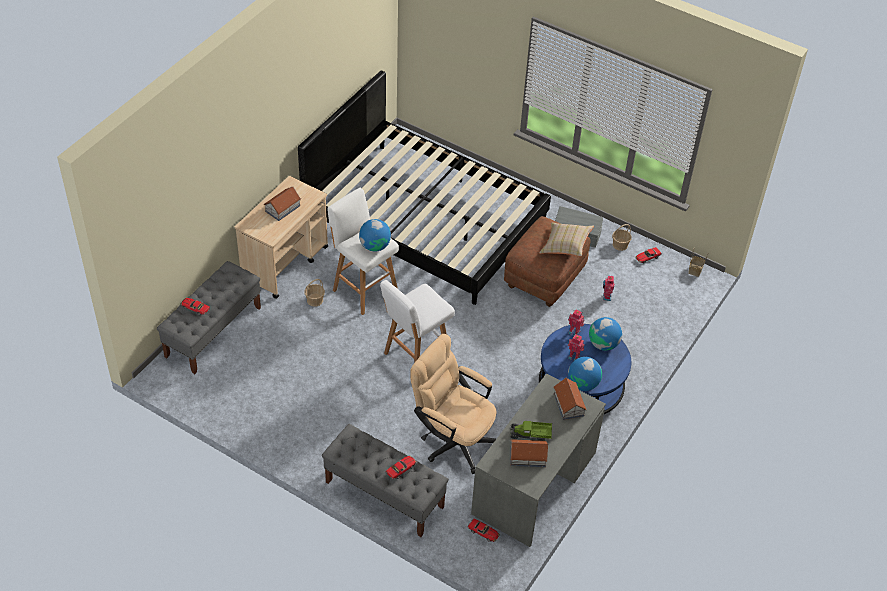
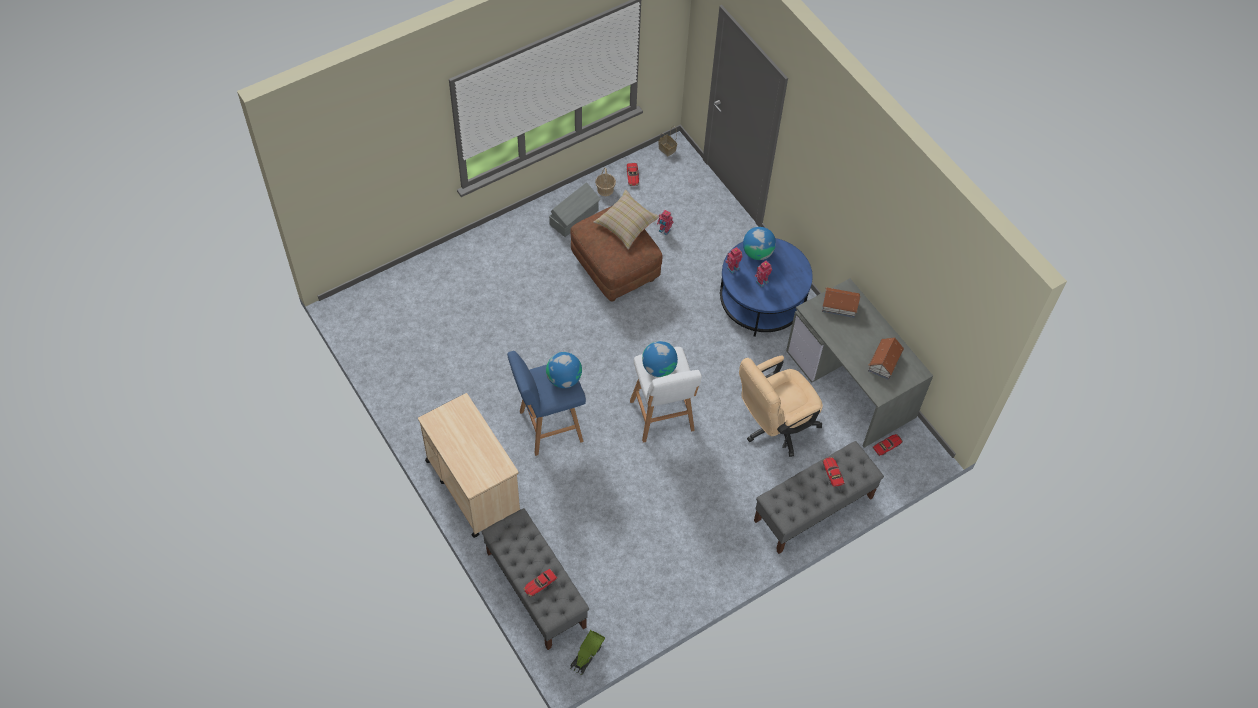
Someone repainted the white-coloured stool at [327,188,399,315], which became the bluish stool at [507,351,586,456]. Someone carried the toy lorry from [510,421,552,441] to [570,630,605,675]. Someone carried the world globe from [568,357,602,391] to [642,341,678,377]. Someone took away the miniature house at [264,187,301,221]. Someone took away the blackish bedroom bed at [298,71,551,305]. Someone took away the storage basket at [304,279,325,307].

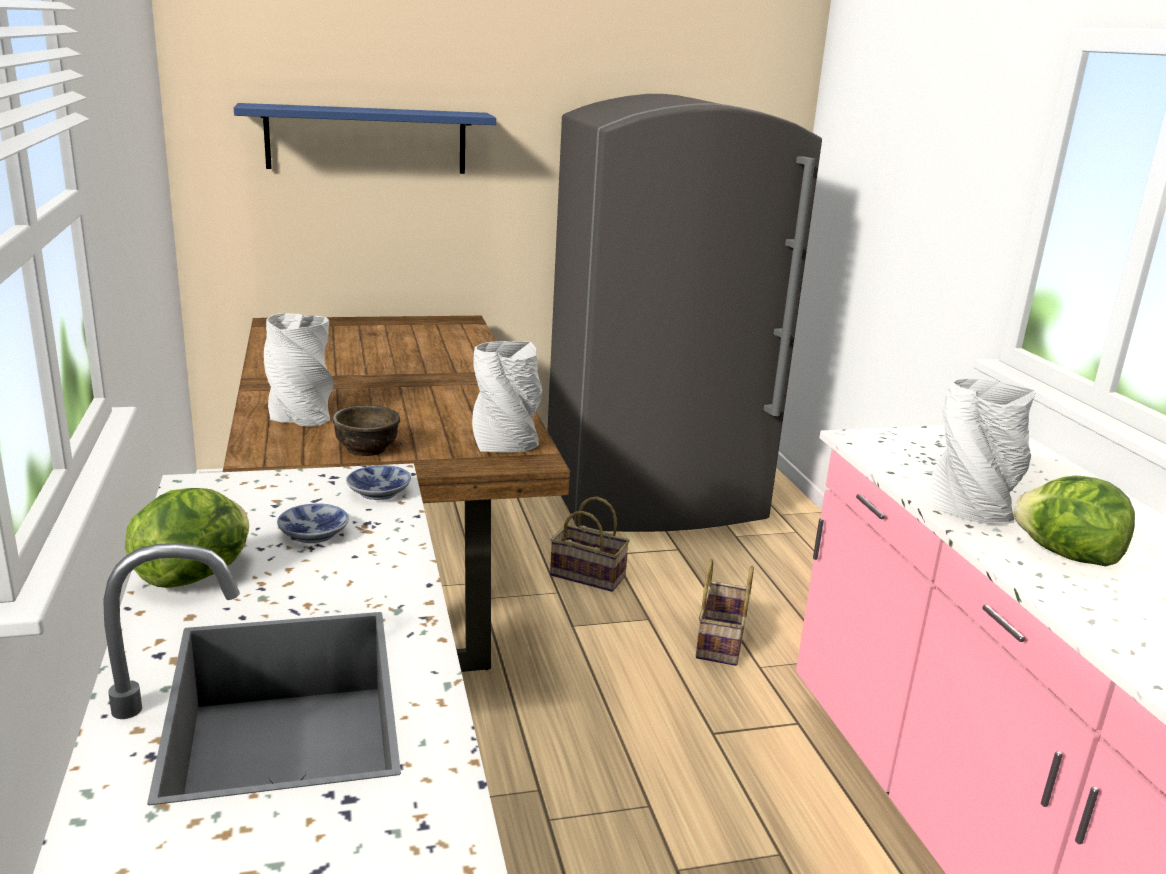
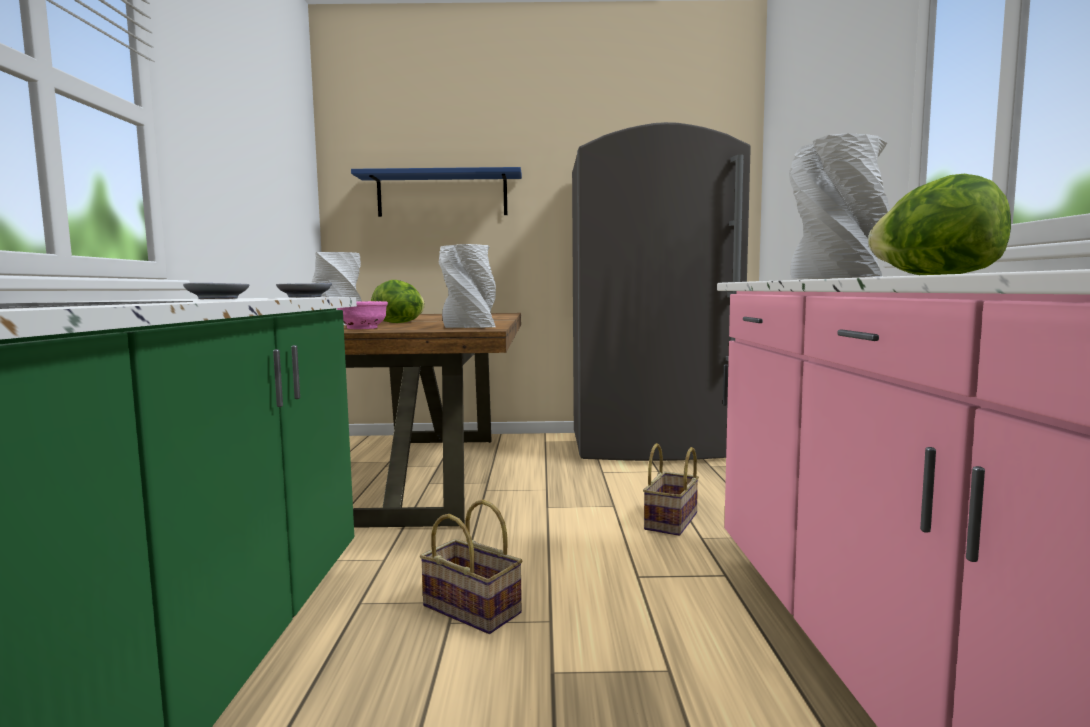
Someone repainted the brown bowl at [332,405,400,456], which became the pinkish bowl at [337,301,388,329]. Someone carried the lettuce head from [125,488,249,588] to [371,280,425,323]. Someone carried the storage basket from [550,497,630,592] to [420,500,523,634].

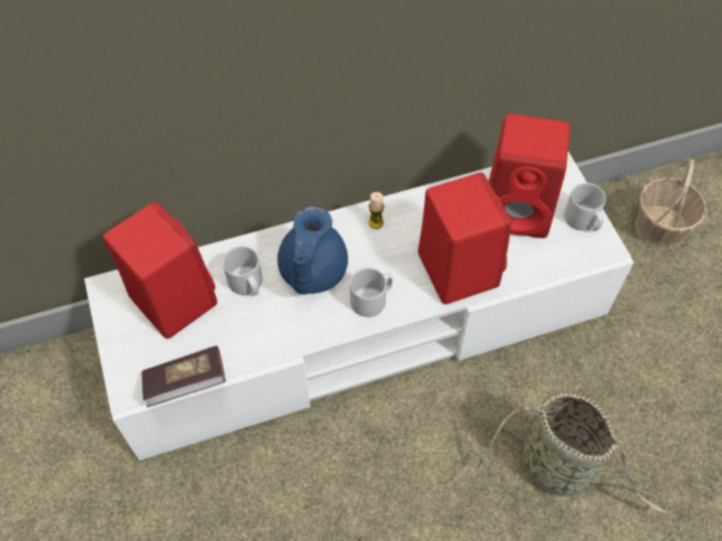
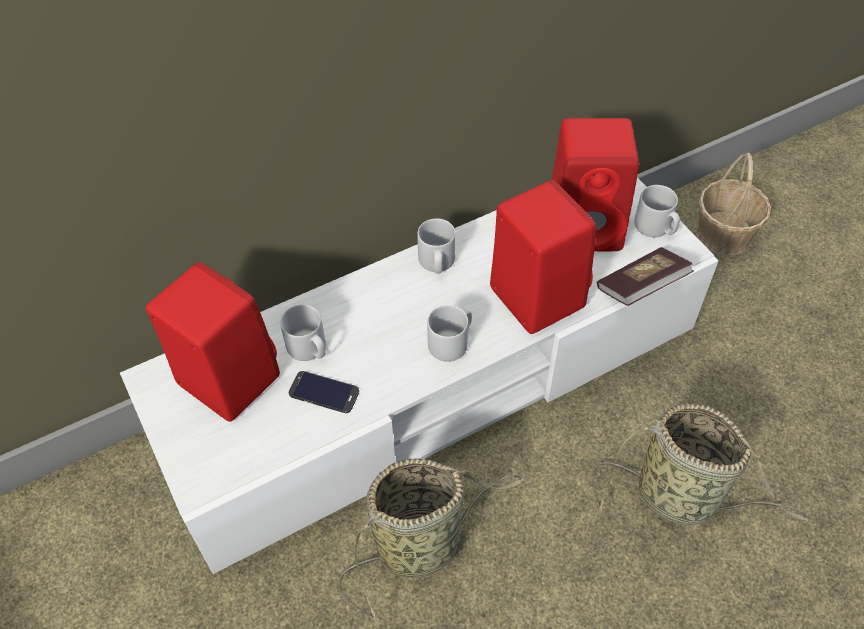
Someone put down the phone at [289,371,359,413]. Someone put down the storage basket at [338,458,526,623]. Someone swapped the wax candle at [369,192,384,229] for the grey coffee mug at [417,218,456,274]. Someone carried the bound book from [142,346,226,407] to [597,247,694,306]. Someone took away the bluish pot for tea at [278,206,348,295].

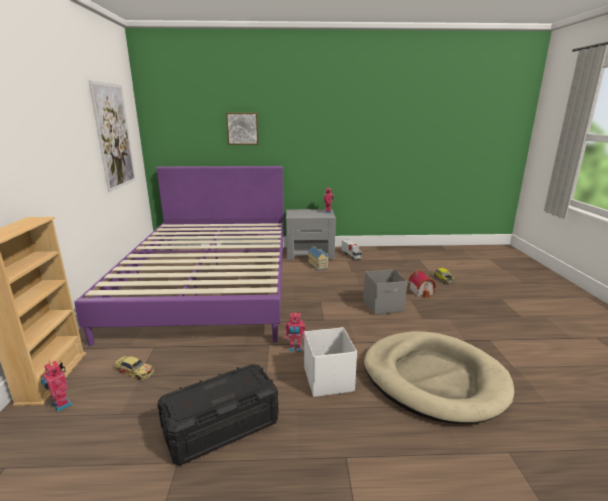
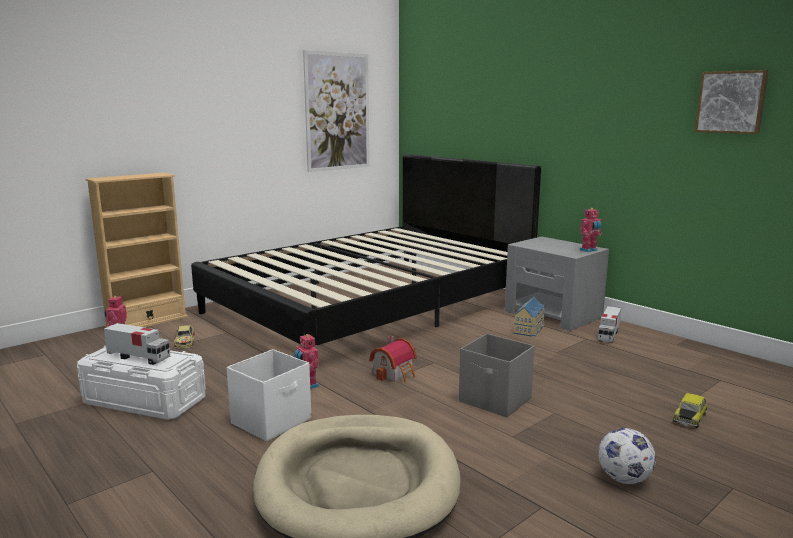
Someone repainted the blackish storage box at [157,364,279,466], which became the white-coloured storage box at [77,346,206,420]. Someone put down the toy lorry at [104,323,170,365]. Someone repainted the purple-coloured bedroom bed at [74,166,284,346], which became the blackish bedroom bed at [191,154,541,346]. Someone carried the miniature house from [409,271,436,298] to [369,336,417,382]. Someone put down the football at [598,428,656,484]. Someone carried the wall picture from [226,113,259,145] to [695,70,769,134].

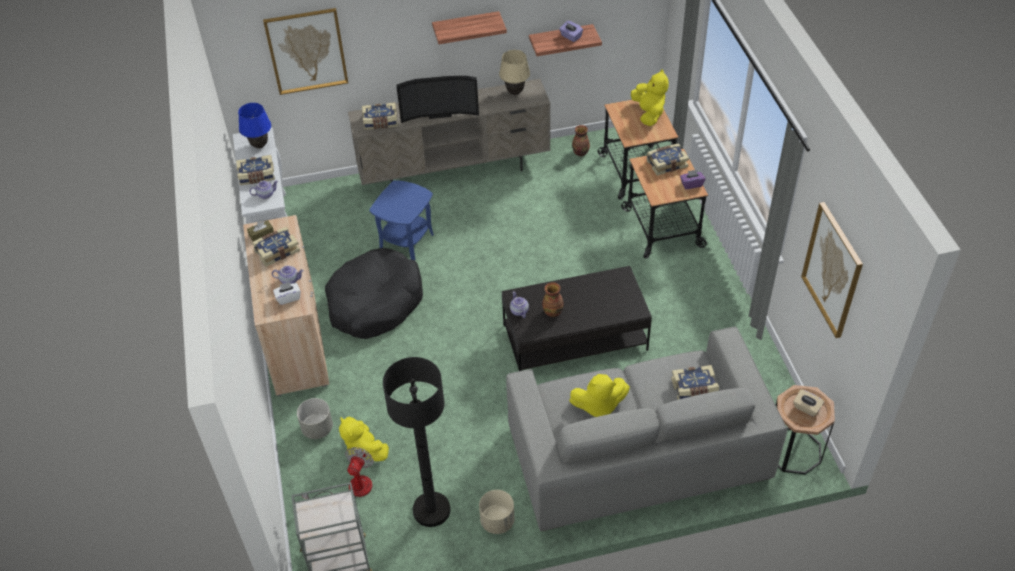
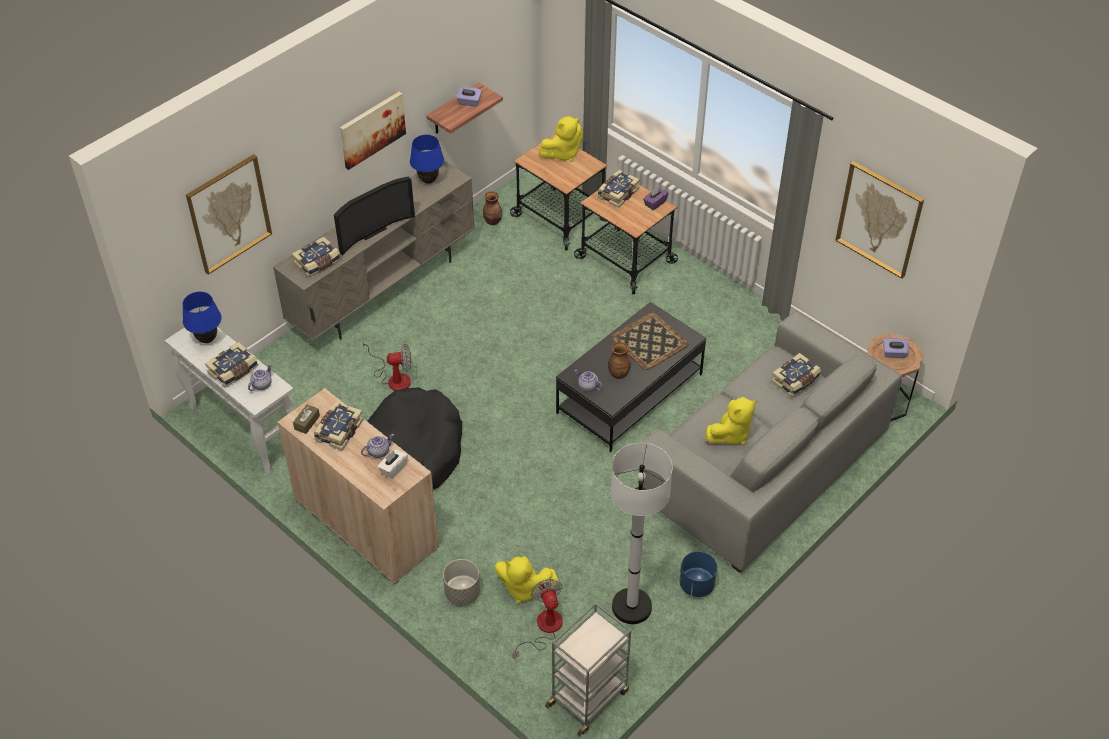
Someone swapped the wall shelf at [432,11,507,44] for the wall picture at [340,92,406,170]. Someone swapped the bluish end table at [369,180,434,260] for the fan at [363,344,411,391]. Someone repainted the sand-coloured tabletop lamp at [499,50,530,95], which became the bluish tabletop lamp at [410,135,444,184]. Someone rotated the yellowish cuddly toy at [631,69,669,126] by 105 degrees clockwise. Someone repainted the blackish standard lamp at [383,357,451,527], which became the white-coloured standard lamp at [610,443,673,624]. Someone put down the serving tray at [611,313,689,370]. Someone repainted the sand-coloured flower pot at [479,490,515,534], which became the bluish flower pot at [680,551,717,597]. Someone repainted the sand-coloured tissue holder at [793,389,824,417], which became the purple-coloured tissue holder at [883,338,909,358].

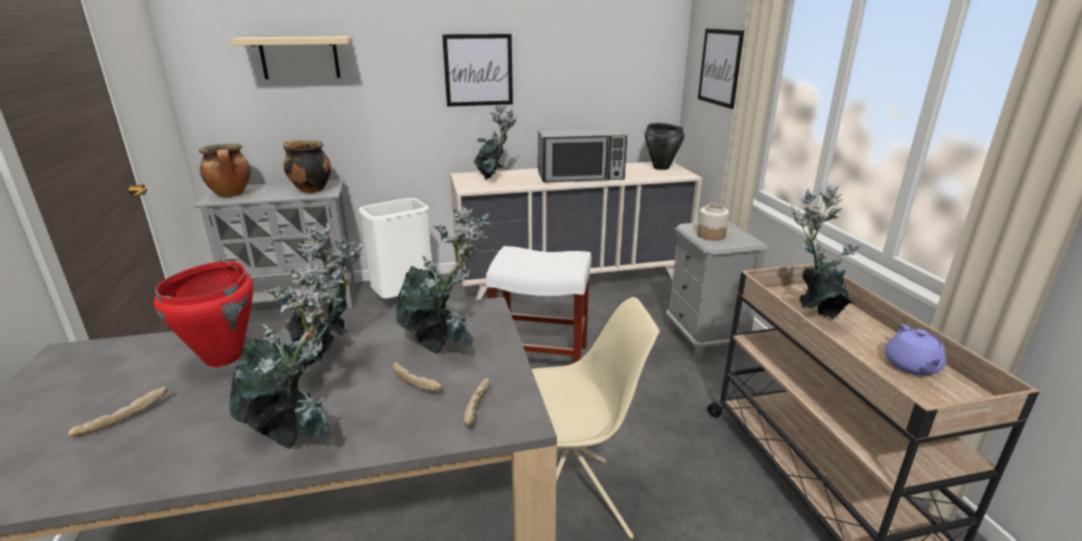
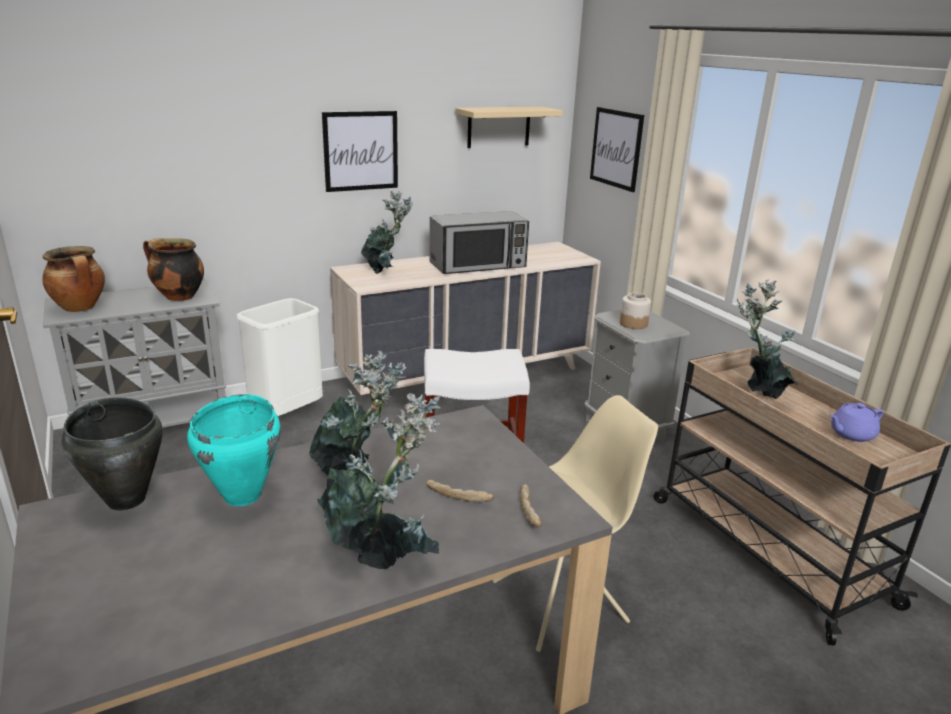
Someone carried the blackish stockpot from [645,123,685,170] to [62,397,163,510]. Someone repainted the red-coloured stockpot at [154,261,253,367], which became the turquoise-coloured stockpot at [187,394,280,506]. Someone carried the sand-coloured wall shelf from [230,36,351,79] to [455,106,563,148]. Someone rotated the purple-coloured pot for tea at [885,324,946,376] by 75 degrees clockwise. Someone took away the bread at [68,387,167,437]. Someone took away the plant in a pot at [396,207,490,354].

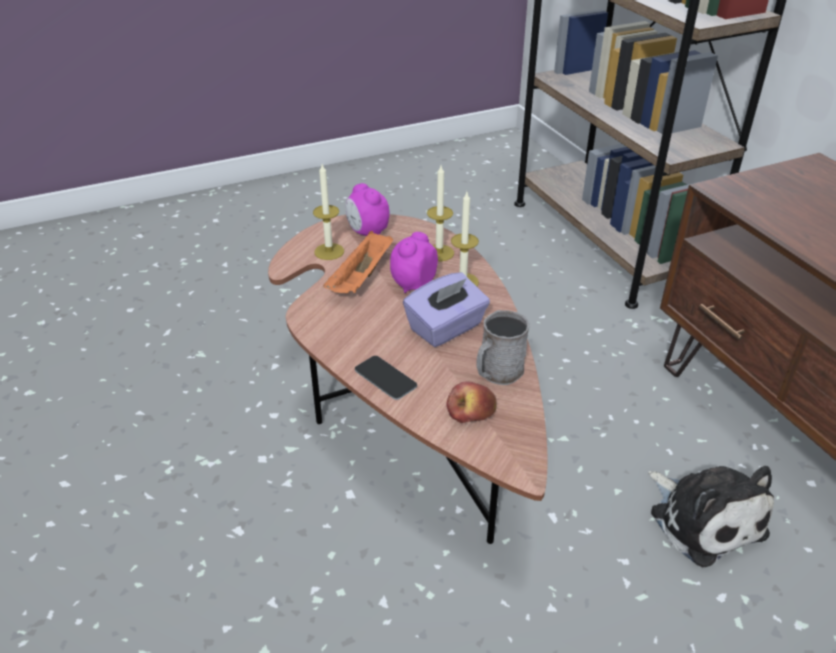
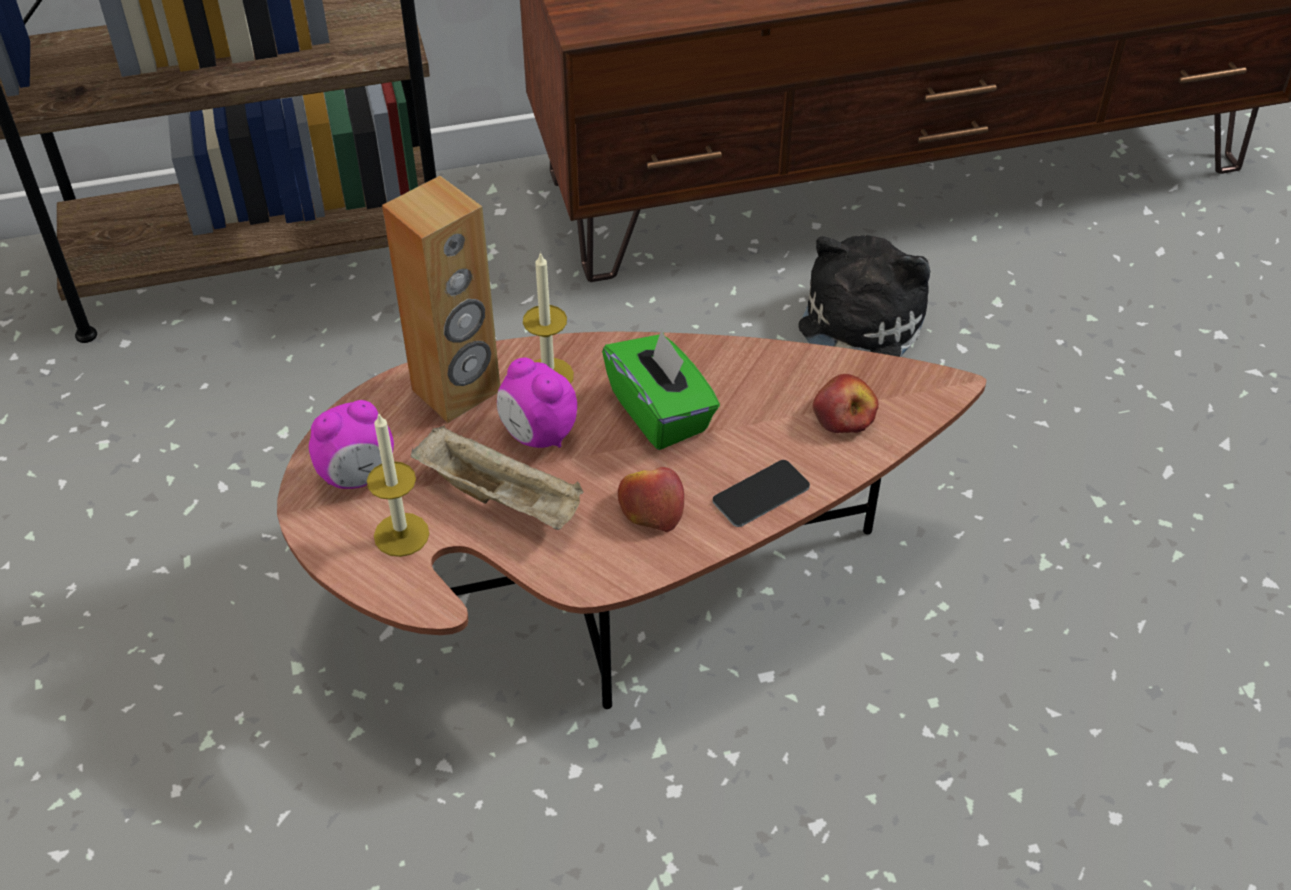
Someone swapped the wax candle at [427,165,454,261] for the brown audio speaker at [382,176,500,423]. Someone repainted the orange serving tray at [323,231,393,293], which became the sand-coloured serving tray at [410,425,583,530]. Someone repainted the purple-coloured tissue holder at [403,272,490,347], which became the greenish tissue holder at [602,329,720,450]. Someone put down the apple at [618,467,684,532]. Someone rotated the cuddly toy at [648,466,774,567] by 45 degrees counterclockwise. Someone took away the grey coffee mug at [476,310,529,385].

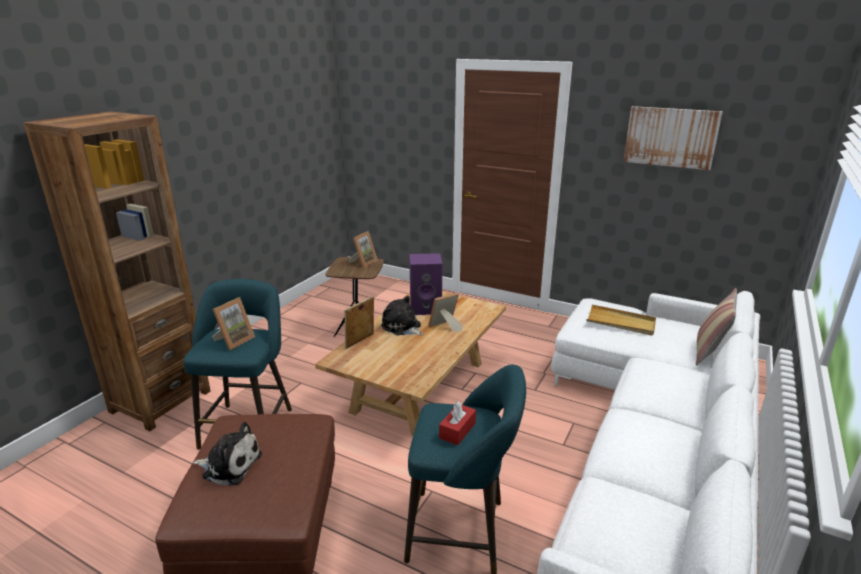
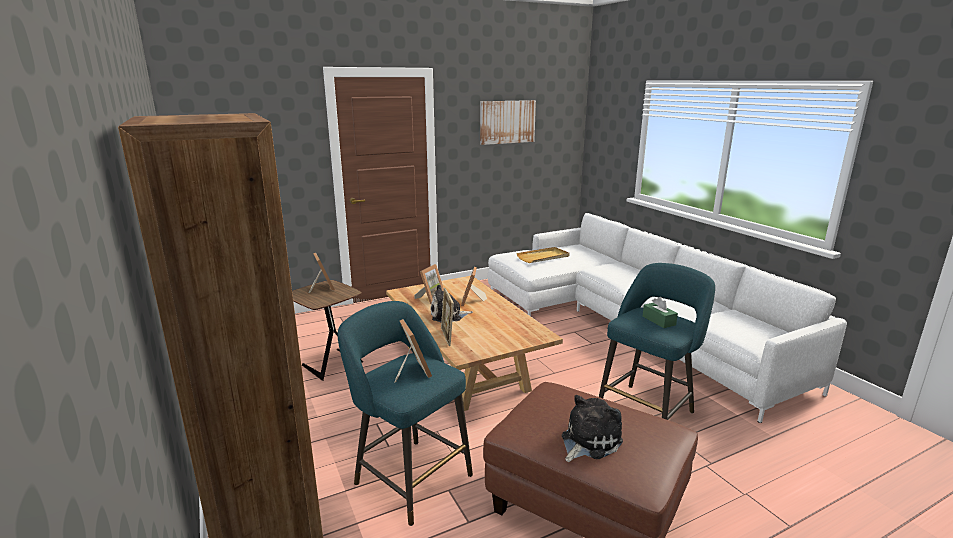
Someone swapped the purple-coloured audio speaker at [409,253,442,315] for the photo frame at [414,264,444,304]. Someone repainted the red-coloured tissue holder at [439,401,476,445], which became the greenish tissue holder at [643,297,678,328]. Someone took away the throw pillow at [696,288,737,366].

